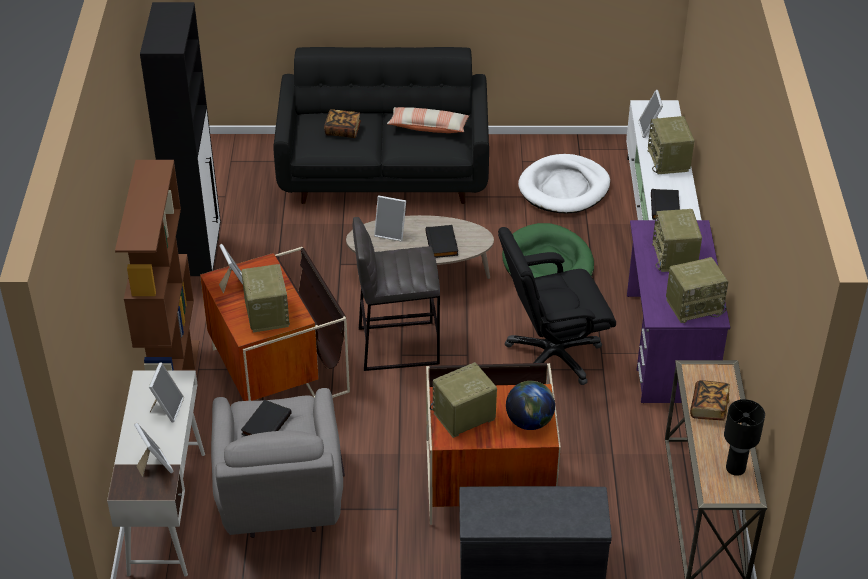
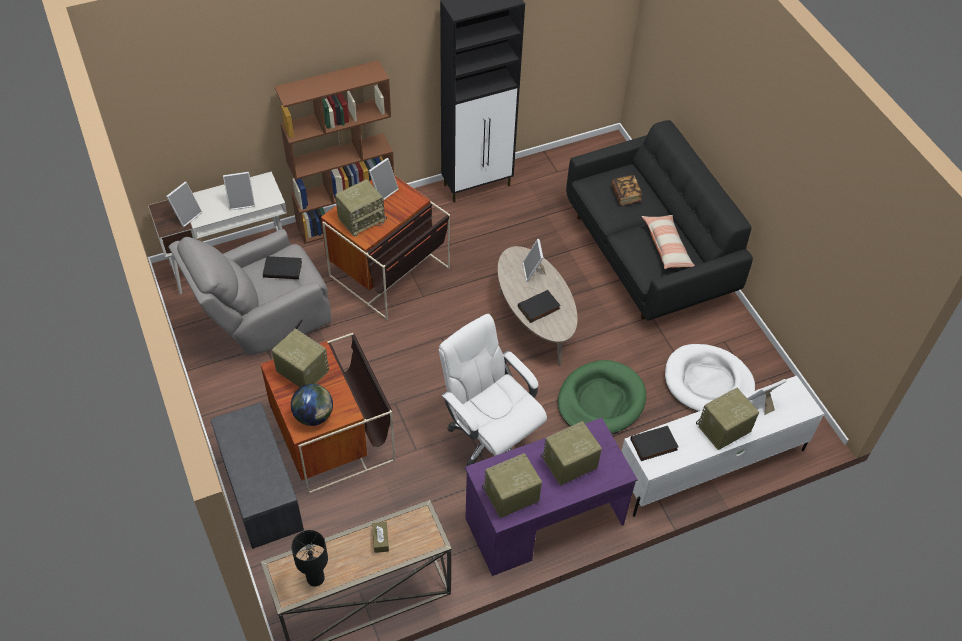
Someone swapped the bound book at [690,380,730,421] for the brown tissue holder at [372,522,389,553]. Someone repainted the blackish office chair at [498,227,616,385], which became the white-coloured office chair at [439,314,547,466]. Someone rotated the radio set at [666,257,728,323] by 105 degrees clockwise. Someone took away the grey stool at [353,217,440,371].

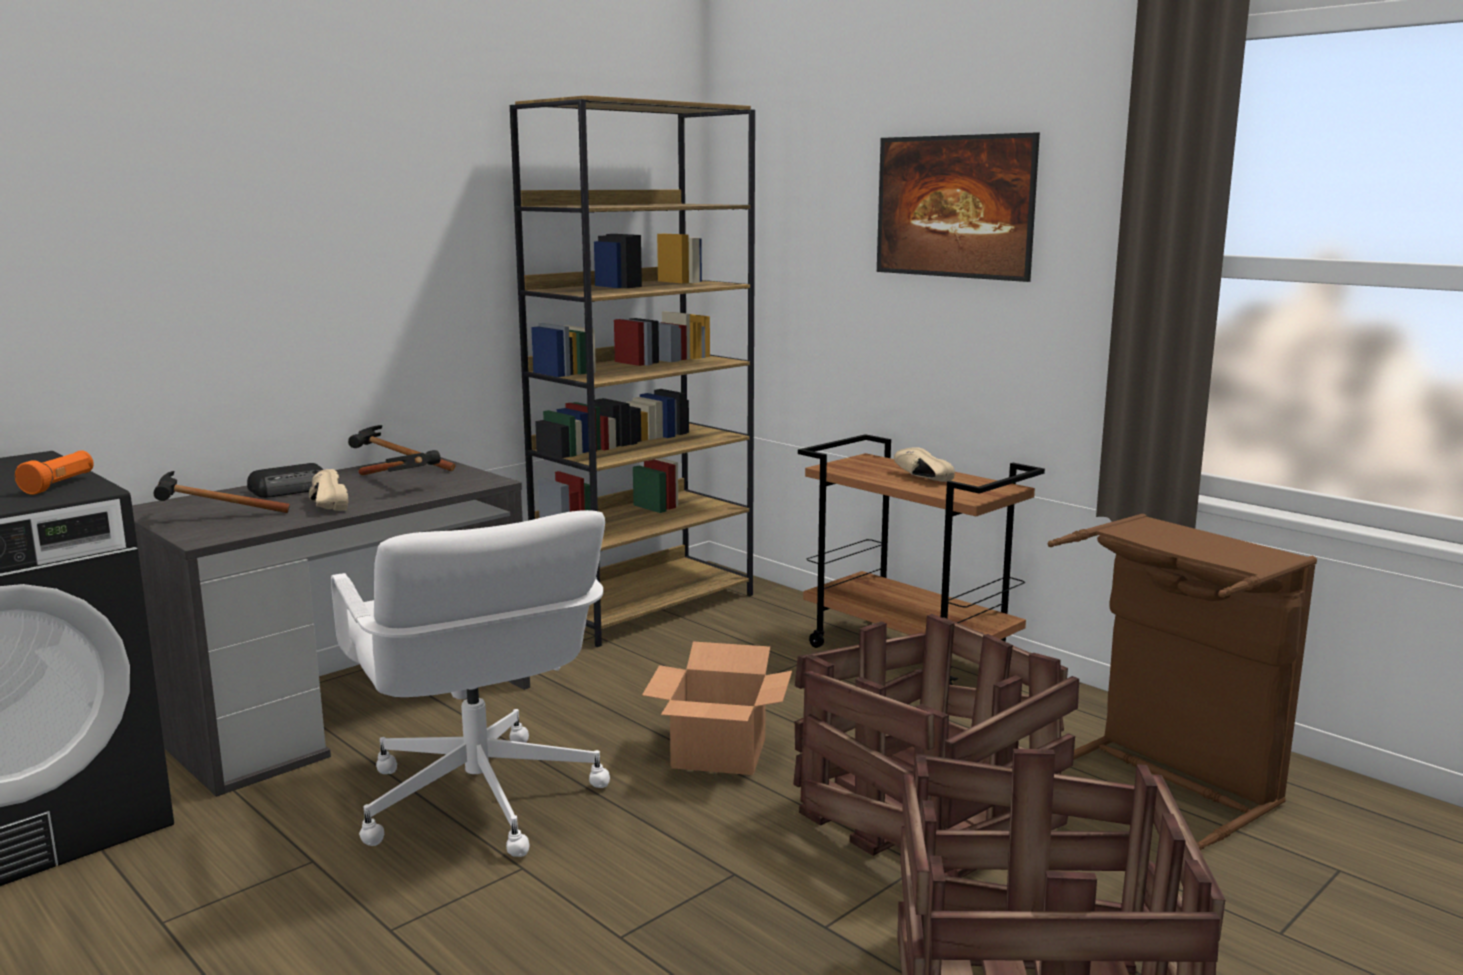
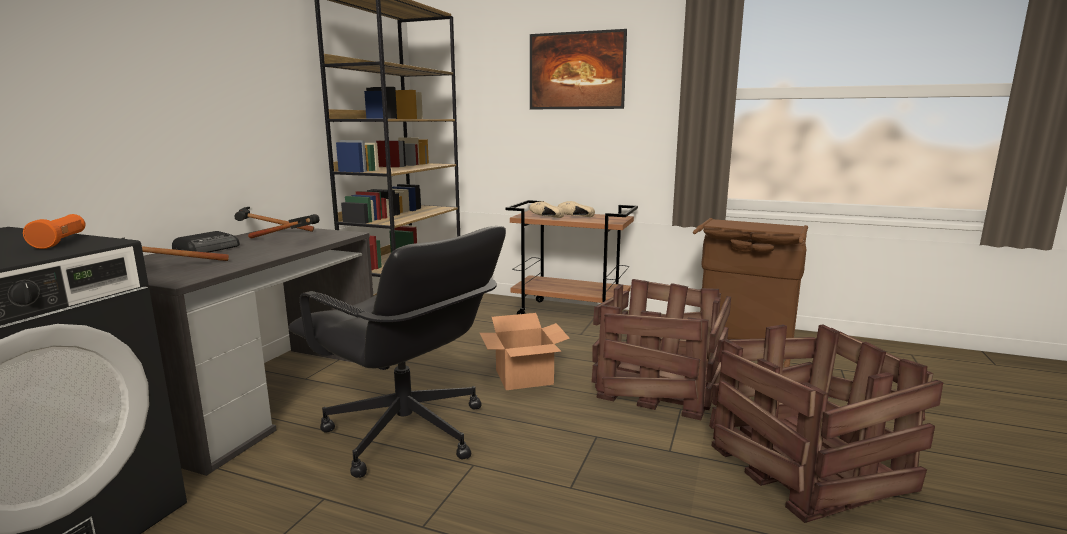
Someone repainted the white-coloured office chair at [331,510,610,857], which became the blackish office chair at [288,226,506,478]. Someone carried the sand-coloured shoe from [309,469,348,511] to [529,201,564,218].

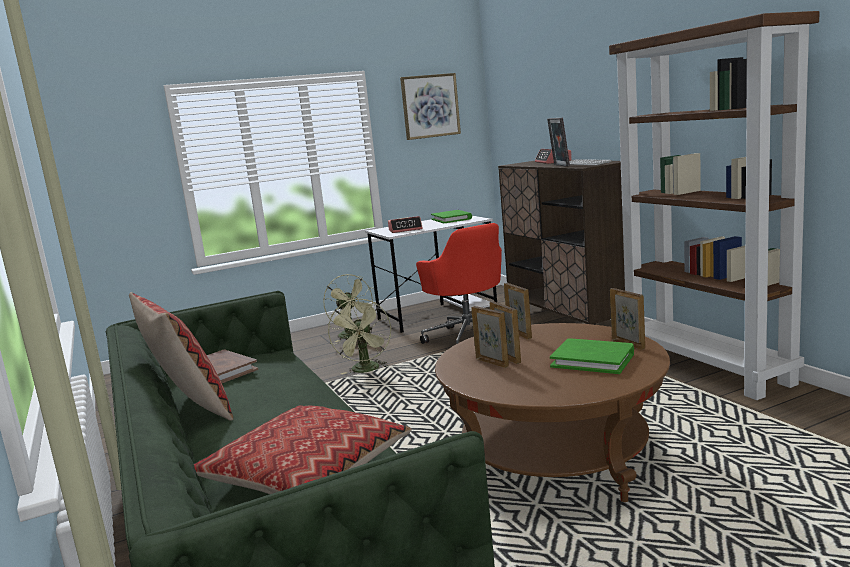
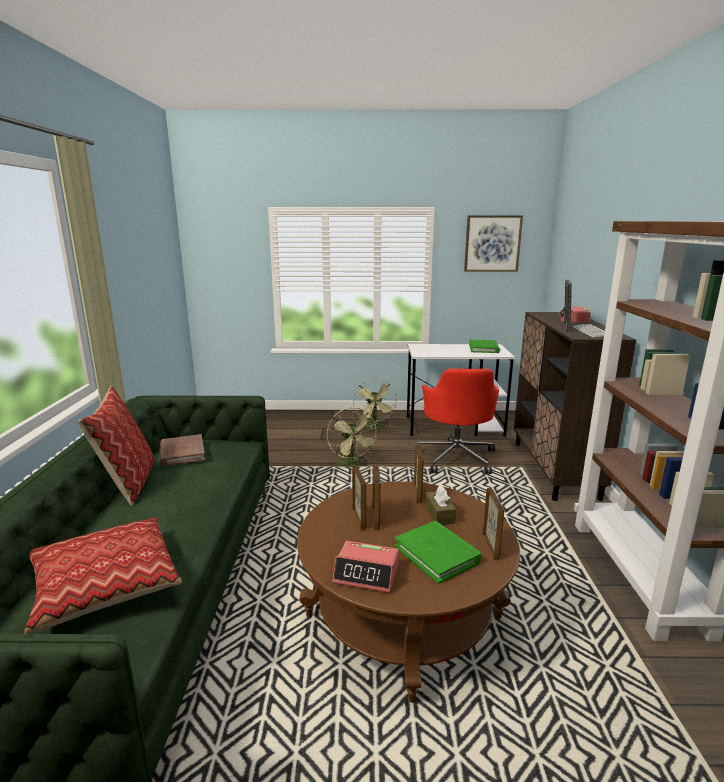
Someone rotated the greenish fan at [328,298,391,374] by 45 degrees counterclockwise. Someone carried the alarm clock from [388,216,423,233] to [332,541,399,593]. Someone put down the brown tissue holder at [425,486,456,525].

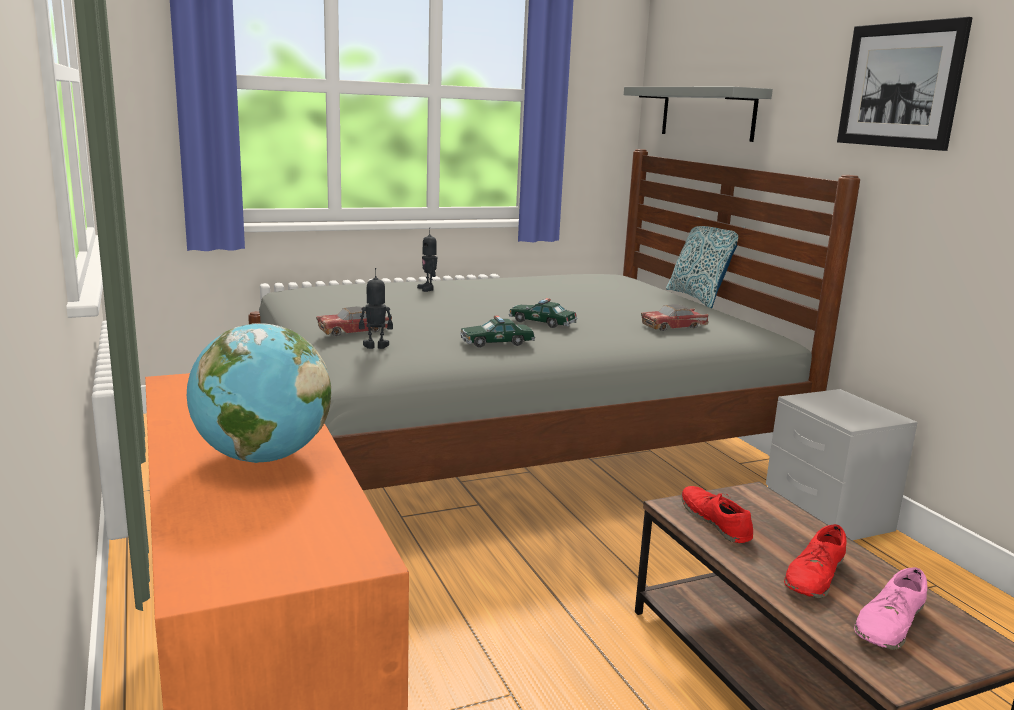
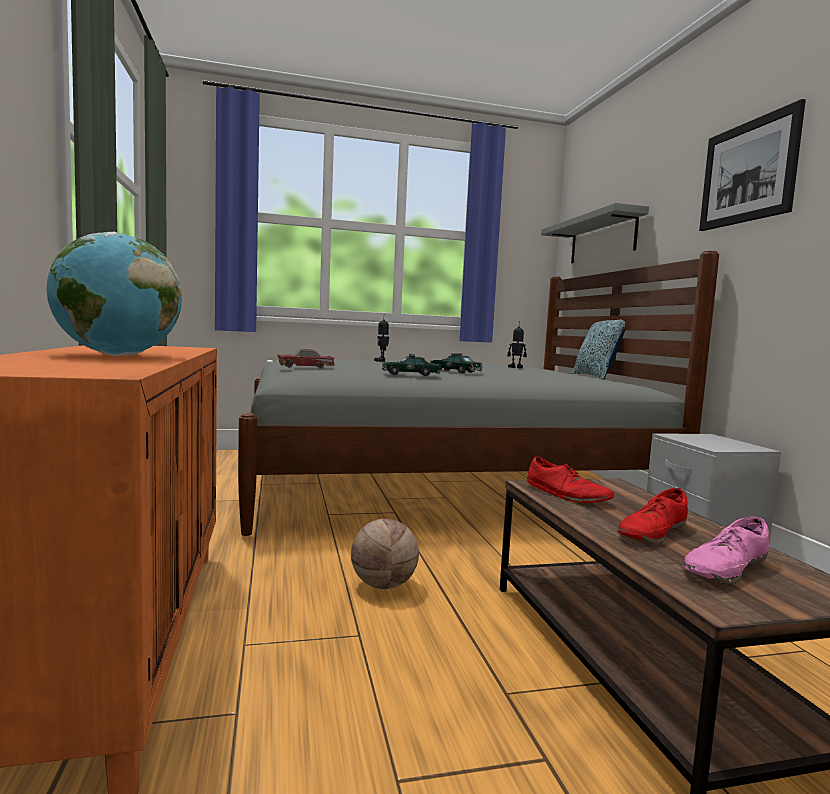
Someone put down the basketball ball at [351,519,419,589]. Someone carried the model robot from [359,268,393,349] to [507,321,527,368]. Someone rotated the red-coloured shoe at [681,486,753,543] by 150 degrees clockwise. Someone took away the model car at [641,304,709,331].

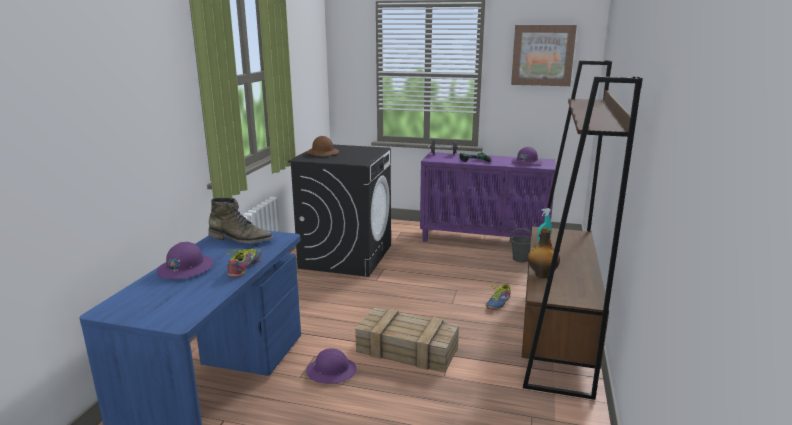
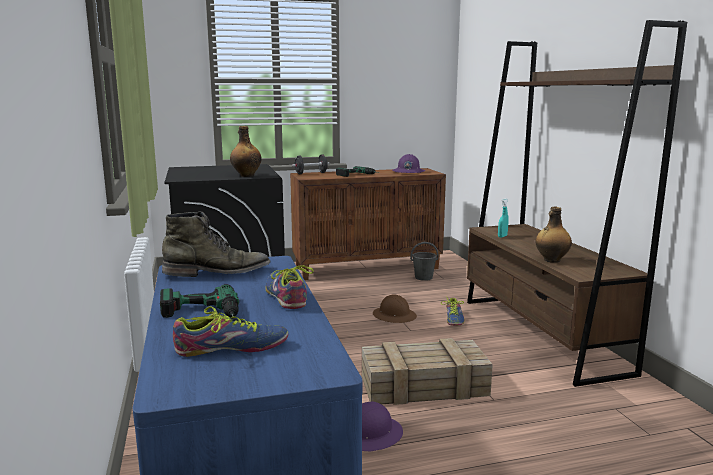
Someone swapped the purple-coloured safety helmet at [157,242,213,279] for the drill at [160,284,239,318]. Someone put down the shoe at [173,306,288,357]. Someone put down the drink bottle at [230,126,262,177]. Someone repainted the purple-coloured cabinet at [420,152,556,242], which became the brown cabinet at [290,168,446,280]. Someone carried the brown safety helmet from [307,136,339,156] to [373,294,417,323]. Someone took away the wall picture at [511,25,577,86].

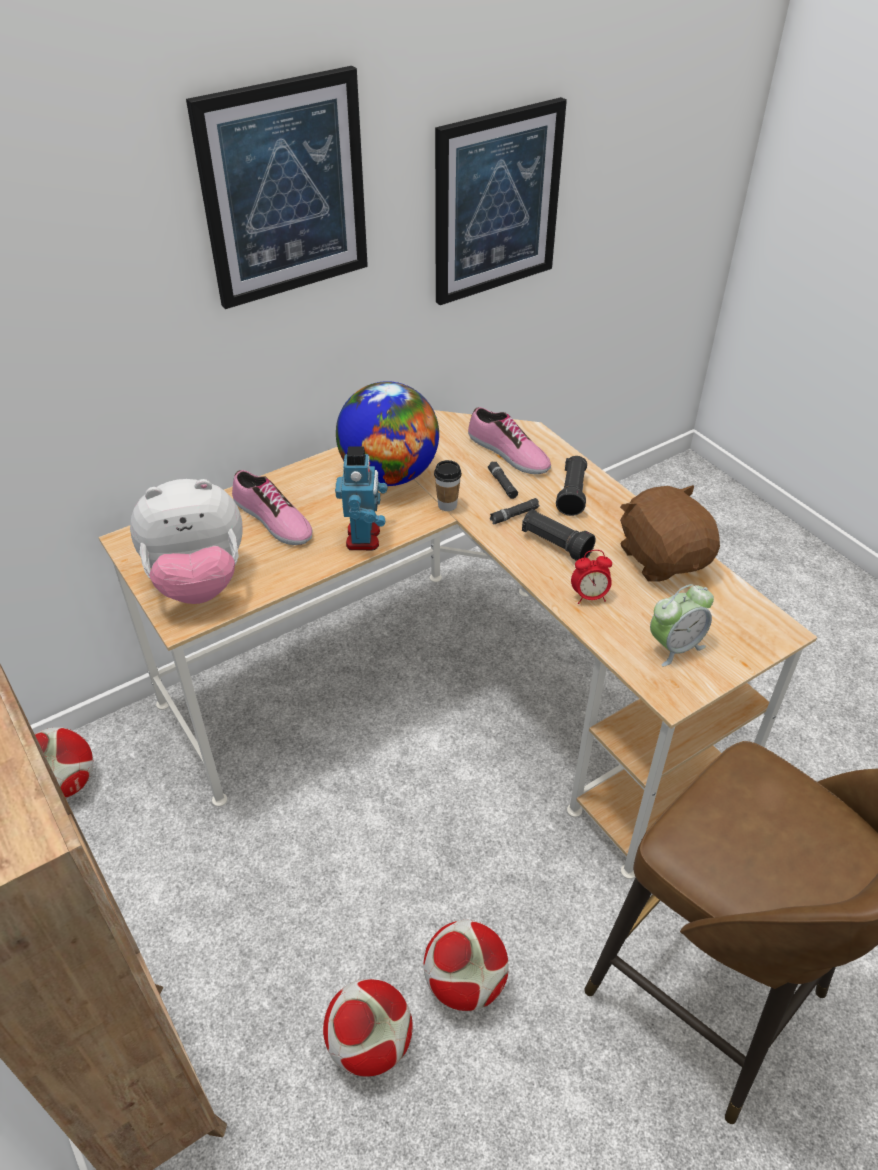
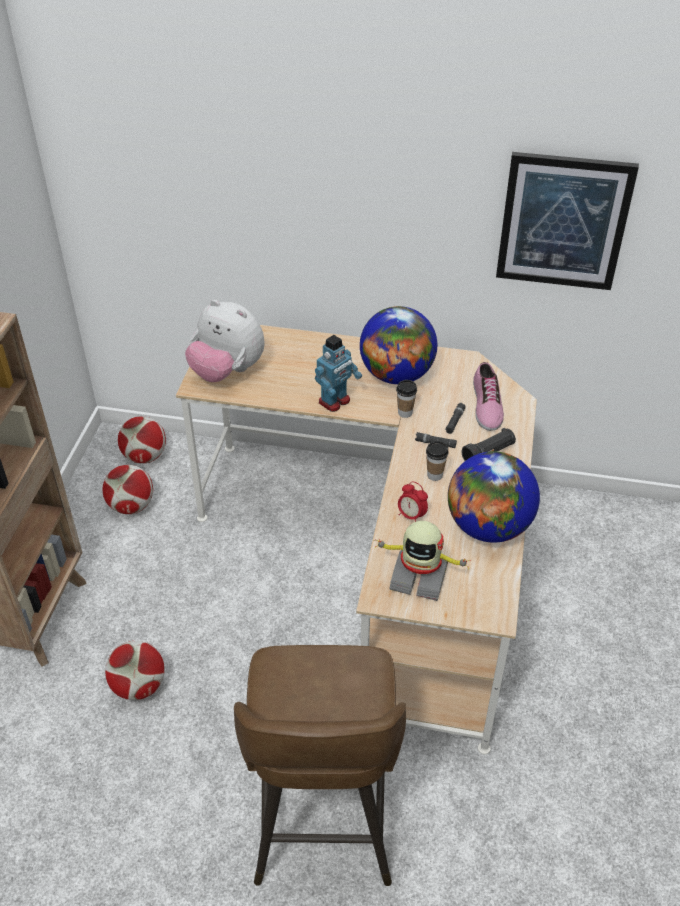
Someone carried the football from [424,920,508,1011] to [103,465,153,514]. Someone swapped the alarm clock at [650,584,714,667] for the model robot at [374,521,471,601]. Someone swapped the blackish flashlight at [522,509,596,561] for the cup at [426,441,449,481]. Someone swapped the brown cuddly toy at [620,485,720,582] for the world globe at [448,451,540,543]. Someone took away the wall picture at [186,66,368,309]. Someone took away the shoe at [232,470,312,545].

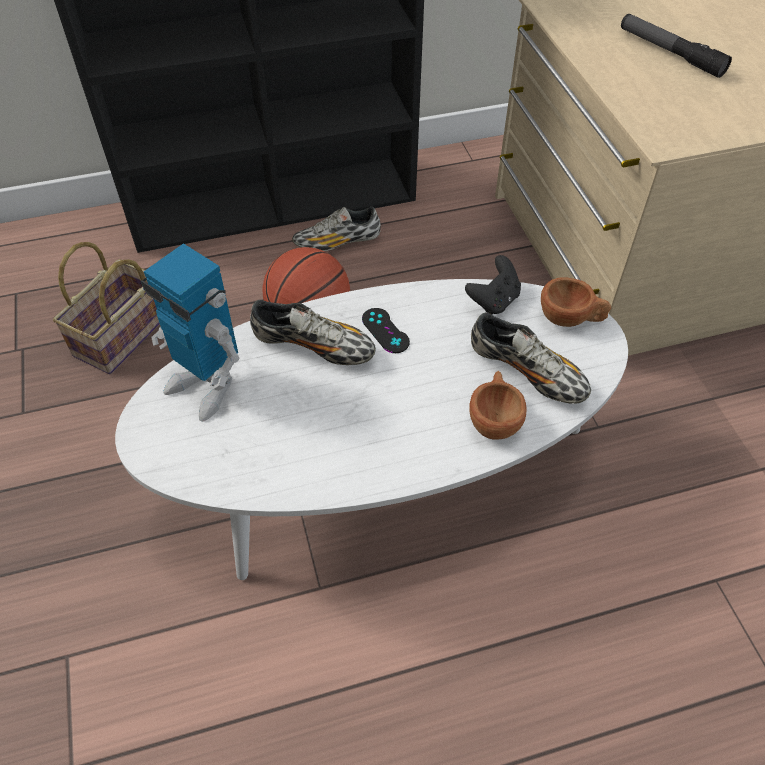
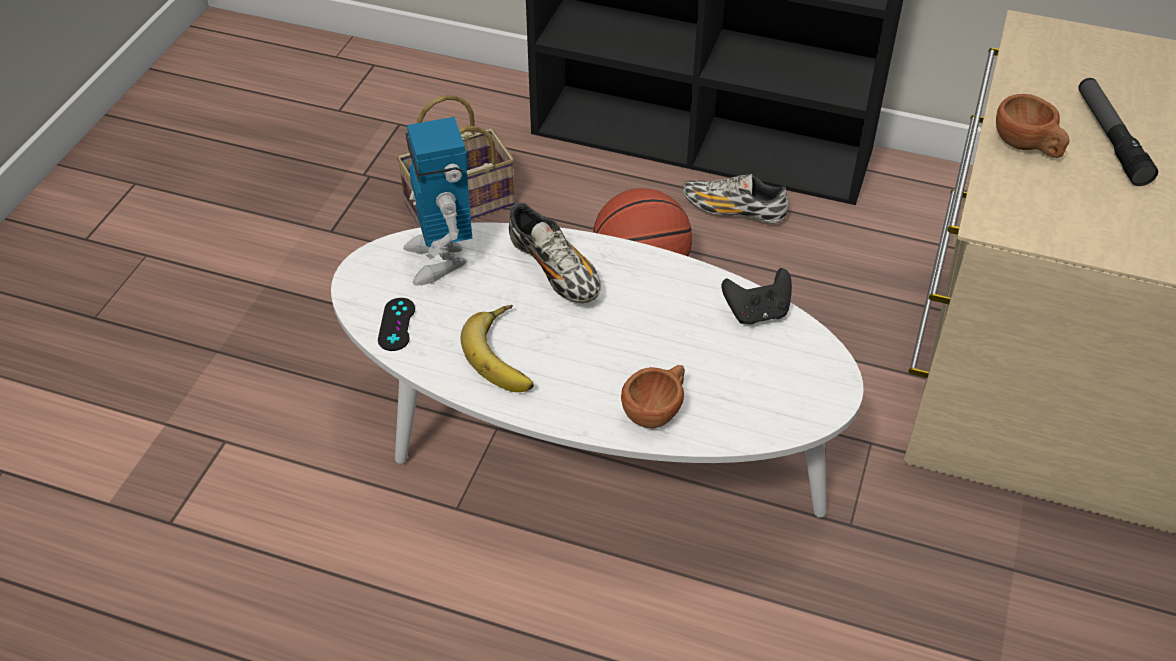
Someone carried the blackish joypad from [362,308,410,353] to [378,298,415,351]. Someone put down the banana fruit at [460,305,534,392]. Someone carried the brown cup from [541,277,611,327] to [996,94,1069,158]. Someone took away the shoe at [471,312,591,404].

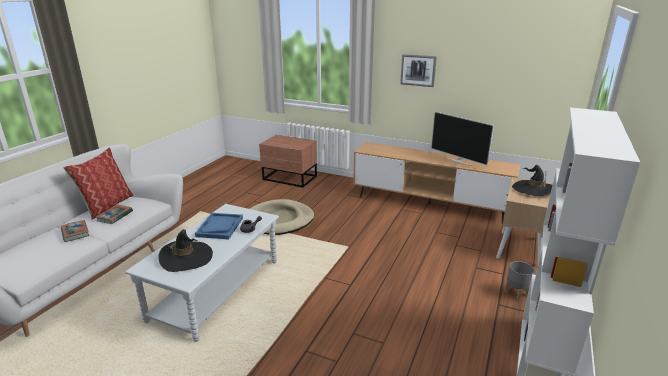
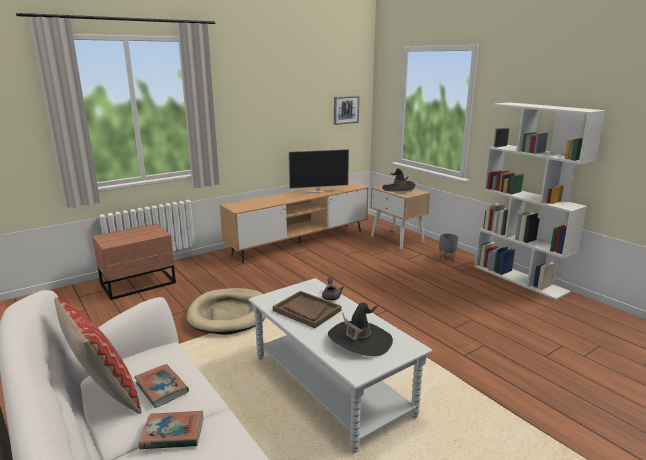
Someone repainted the bluish serving tray at [195,213,243,239], which became the brown serving tray at [273,291,342,328]. Someone carried the wall picture from [400,54,437,87] to [334,96,360,125].

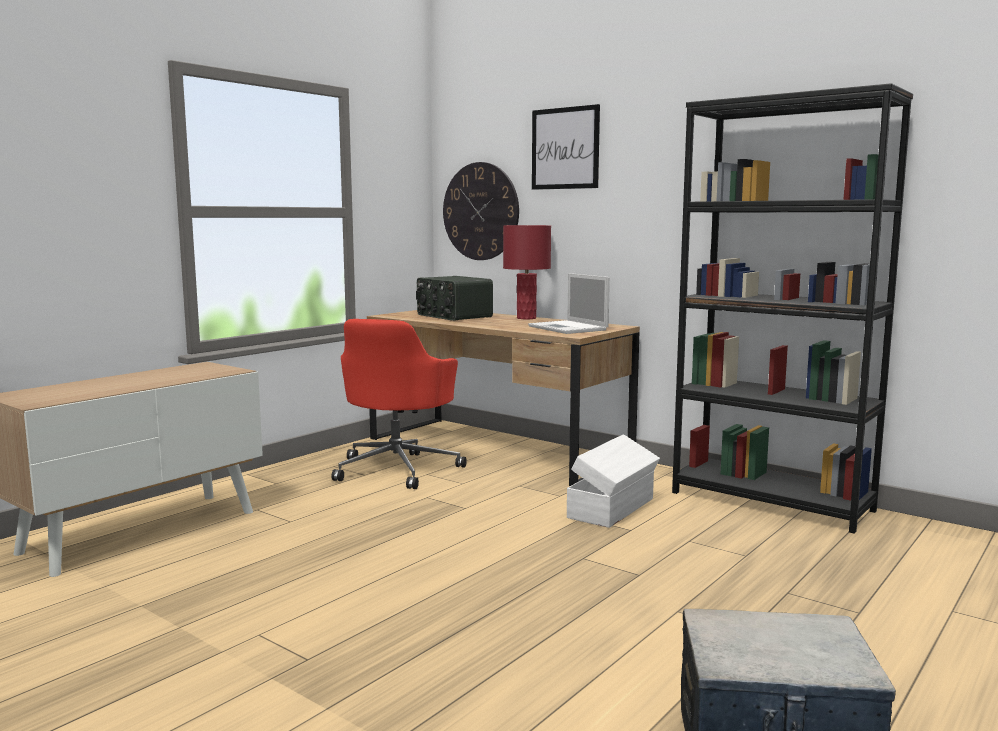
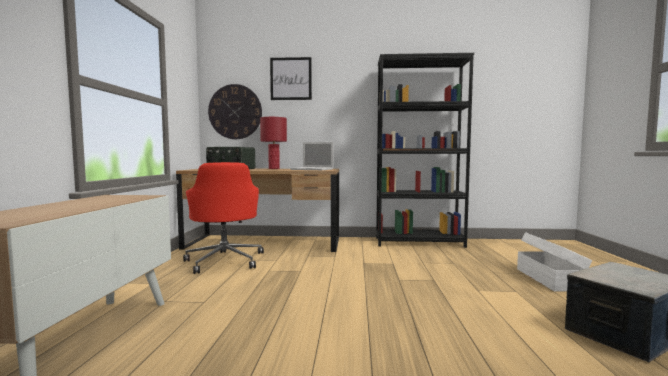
Someone carried the white-coloured storage box from [567,434,660,528] to [517,232,592,291].

